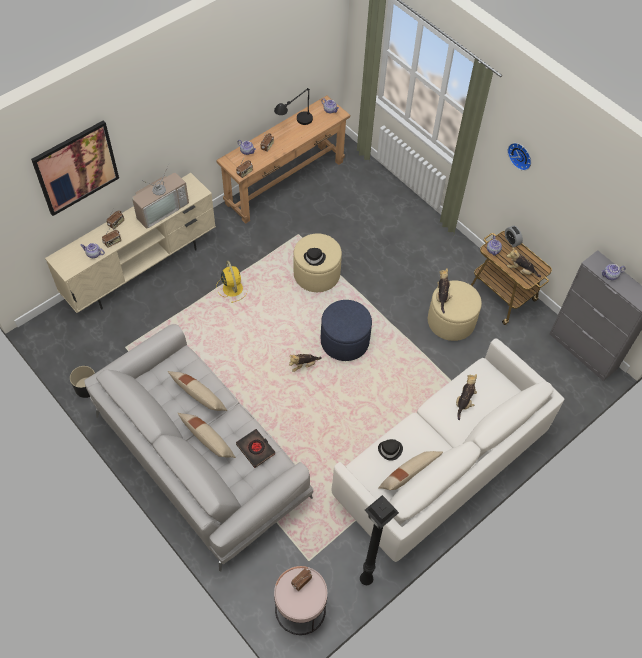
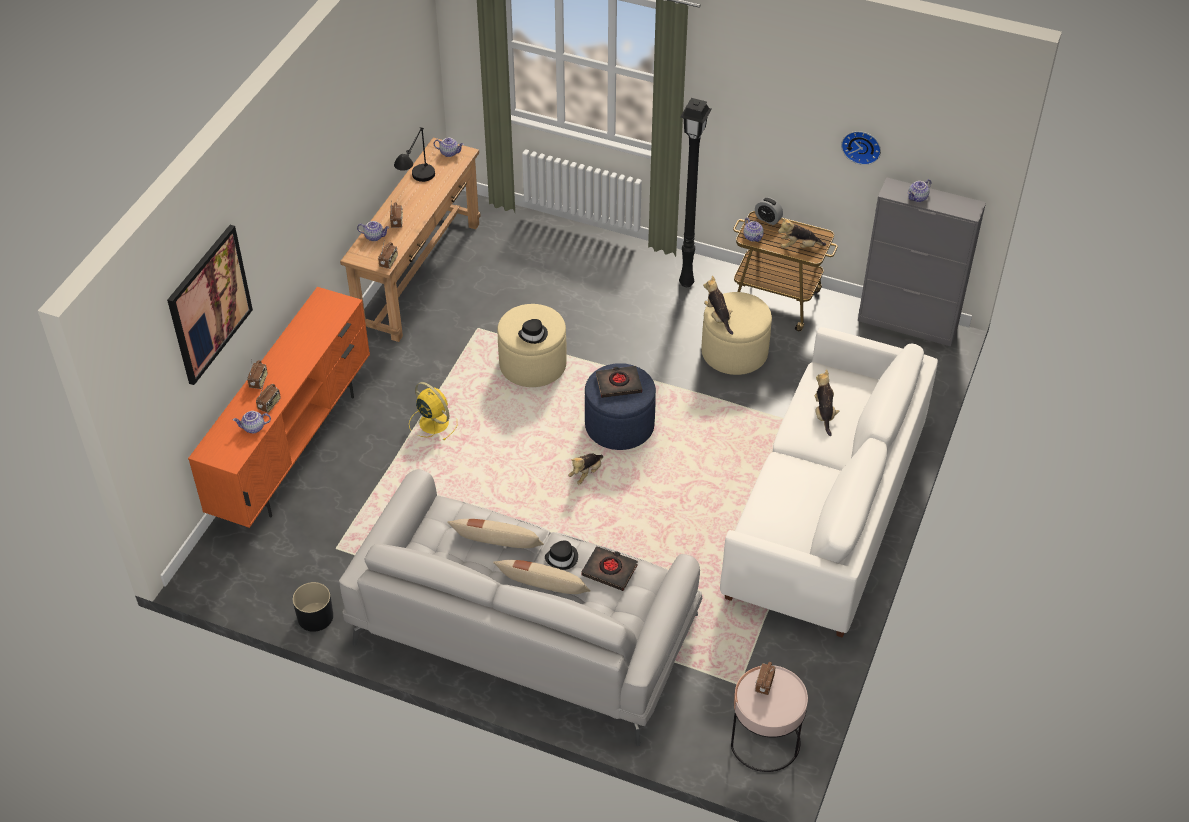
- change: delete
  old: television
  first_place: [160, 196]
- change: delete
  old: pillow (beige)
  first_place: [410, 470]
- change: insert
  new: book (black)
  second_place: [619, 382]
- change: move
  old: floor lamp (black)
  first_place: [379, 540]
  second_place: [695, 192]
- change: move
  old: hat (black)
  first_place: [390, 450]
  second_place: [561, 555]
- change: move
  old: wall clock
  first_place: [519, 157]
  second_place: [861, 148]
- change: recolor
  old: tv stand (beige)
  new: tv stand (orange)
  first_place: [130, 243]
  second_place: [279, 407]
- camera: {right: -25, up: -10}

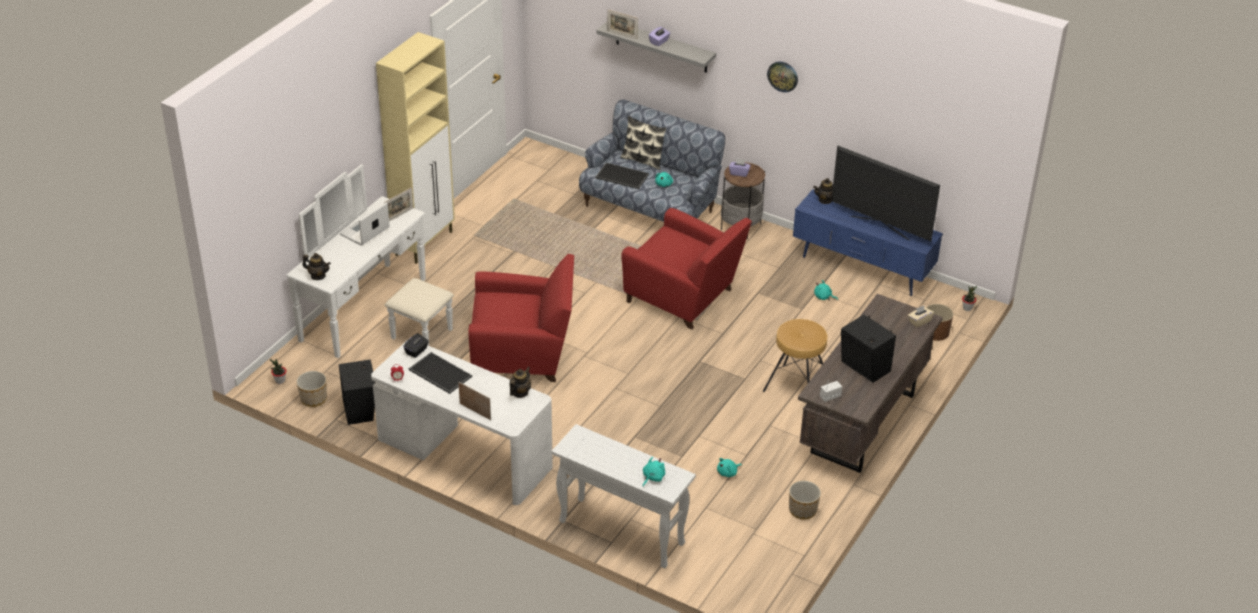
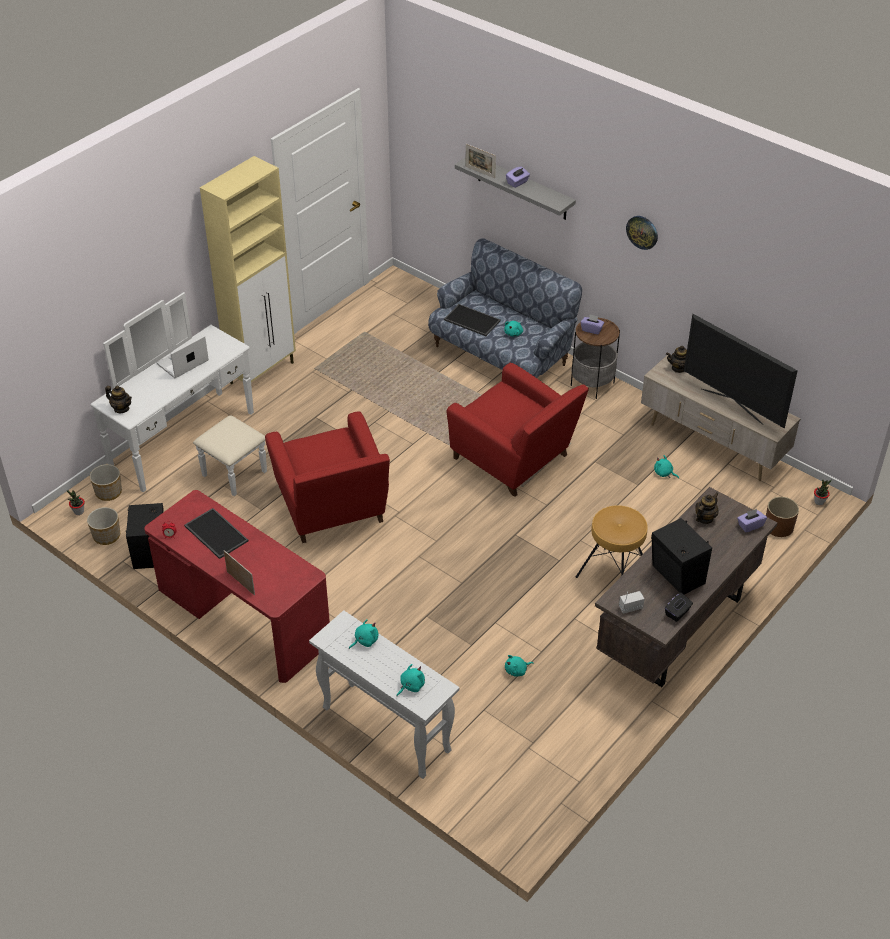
- change: delete
  old: picture frame
  first_place: [398, 204]
- change: delete
  old: pillow
  first_place: [643, 143]
- change: insert
  new: plush toy (turquoise)
  second_place: [363, 634]
- change: move
  old: tissue box (black)
  first_place: [416, 345]
  second_place: [679, 607]
- change: move
  old: teapot
  first_place: [520, 382]
  second_place: [707, 508]
- change: move
  old: planter
  first_place: [805, 500]
  second_place: [106, 482]
- change: recolor
  old: desk (white)
  new: desk (red)
  first_place: [462, 422]
  second_place: [237, 586]
- change: recolor
  old: tv stand (blue)
  new: tv stand (beige)
  first_place: [868, 242]
  second_place: [721, 418]
- change: recolor
  old: tissue box (beige)
  new: tissue box (purple)
  first_place: [921, 316]
  second_place: [752, 520]
- change: rotate
  old: armchair (red)
  first_place: [521, 318]
  second_place: [327, 477]
  degrees: 60
- camera: {right: 10, up: 5}

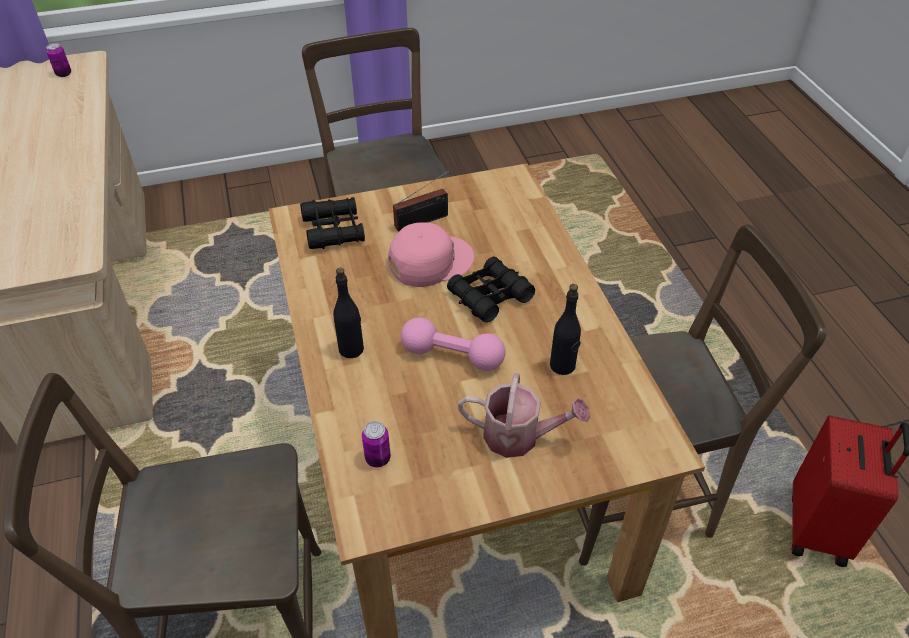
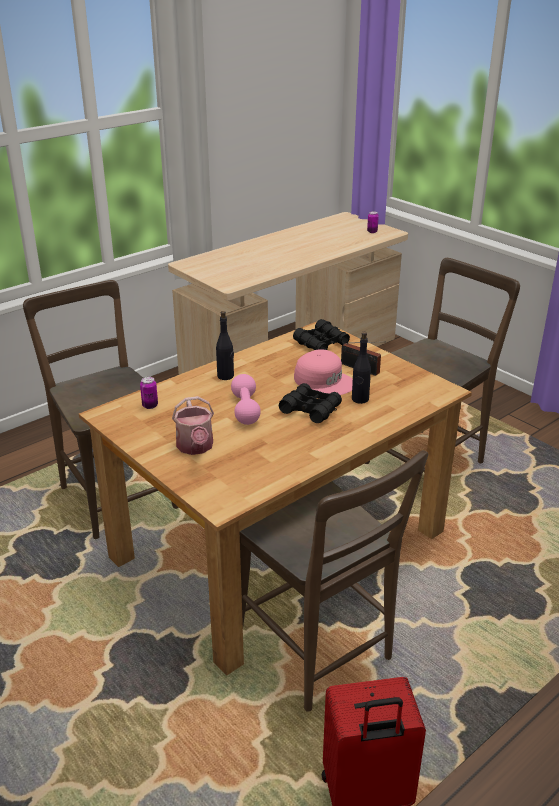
- change: move
  old: bottle (black)
  first_place: [565, 329]
  second_place: [361, 368]
- camera: {right: 65, up: -15}

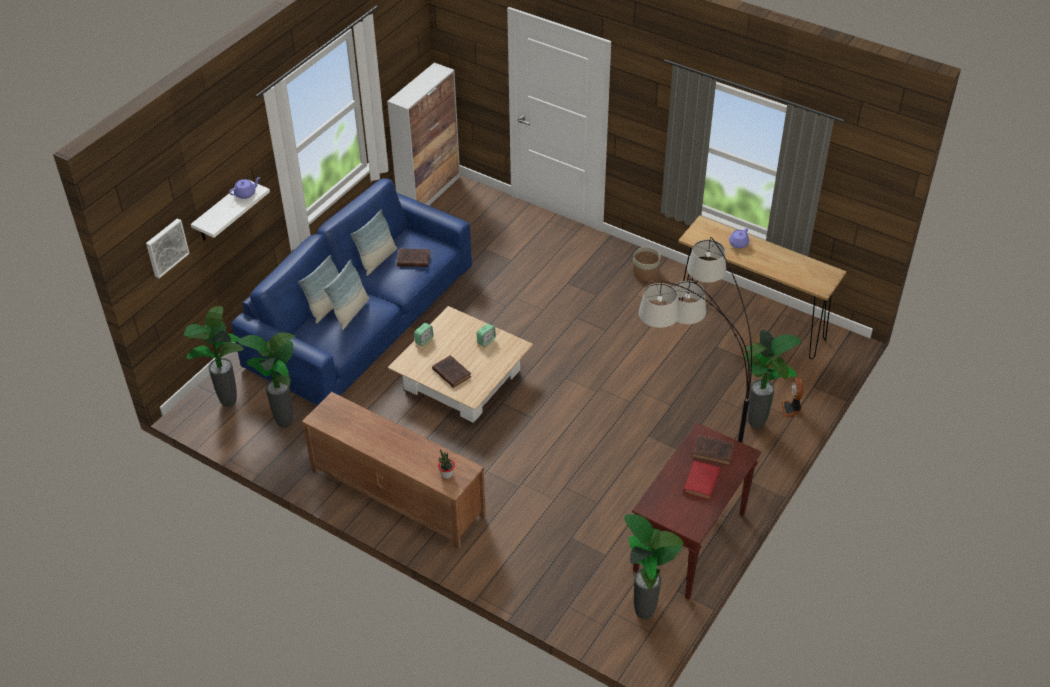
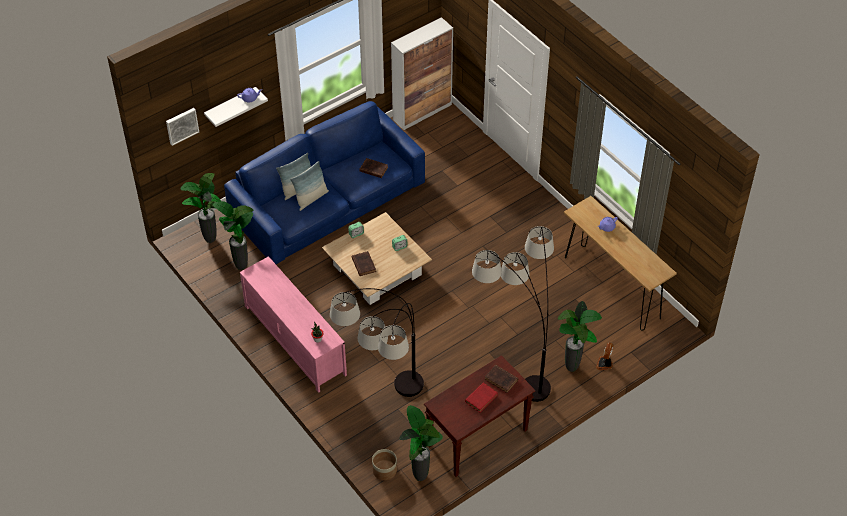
- change: delete
  old: pillow
  first_place: [374, 242]
- change: insert
  new: floor lamp
  second_place: [377, 342]
- change: move
  old: planter
  first_place: [646, 264]
  second_place: [384, 464]
- change: recolor
  old: tv stand (brown)
  new: tv stand (pink)
  first_place: [394, 470]
  second_place: [293, 324]
- camera: {right: 20, up: 5}

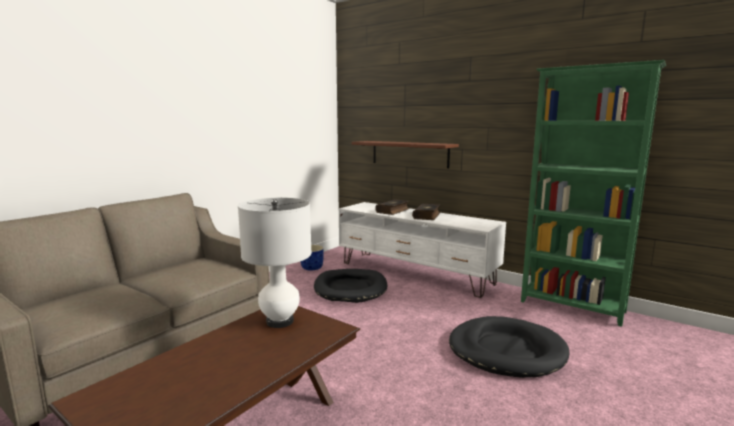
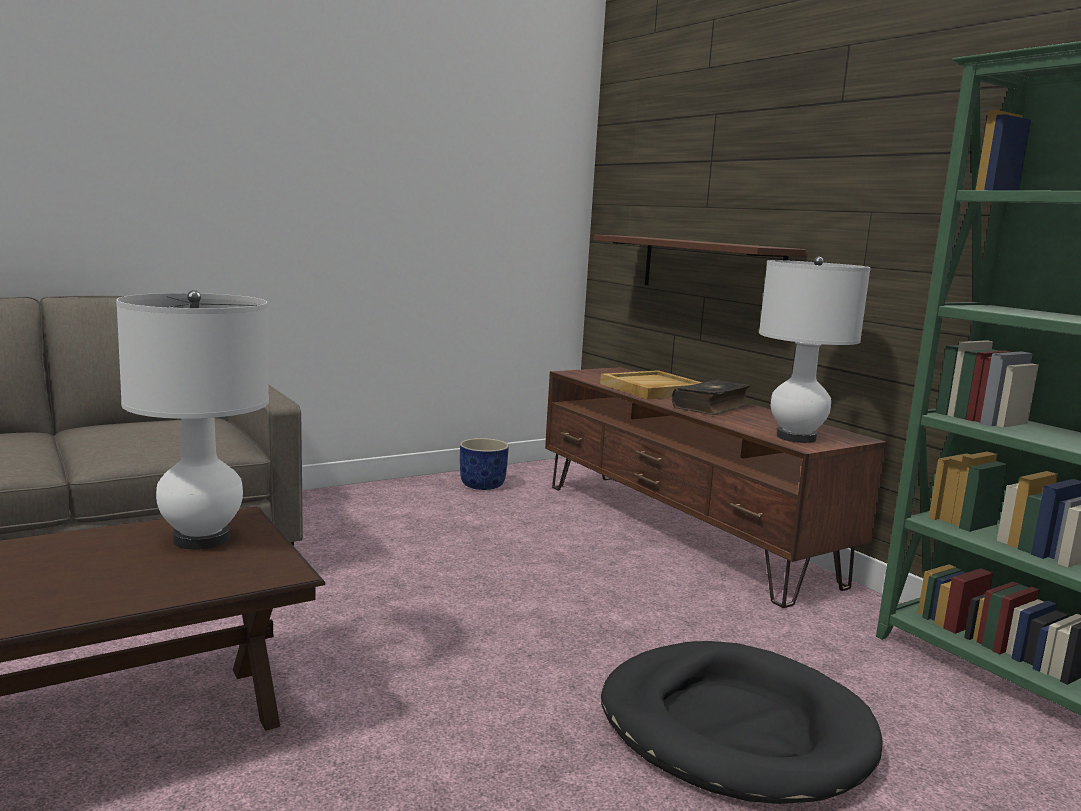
- change: delete
  old: dog bed (black)
  first_place: [350, 286]
- change: insert
  new: table lamp (white)
  second_place: [815, 350]
- change: replace
  old: book
  new: tray (beige)
  first_place: [392, 207]
  second_place: [651, 384]
- change: recolor
  old: tv stand (white)
  new: tv stand (brown)
  first_place: [422, 250]
  second_place: [716, 487]
- camera: {right: 20, up: 0}

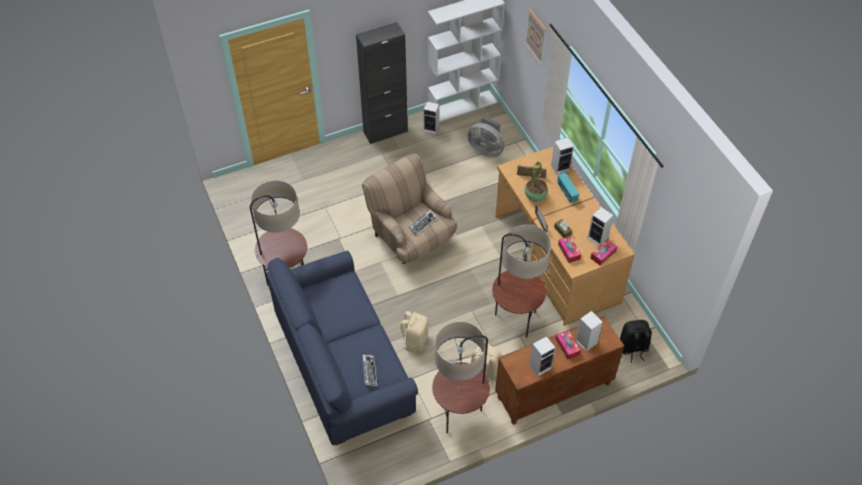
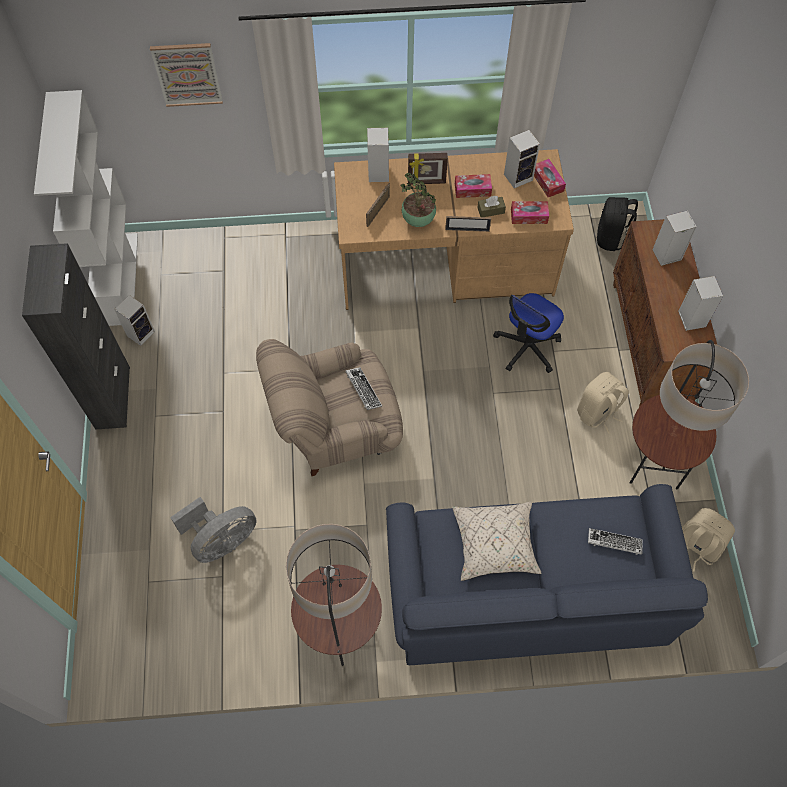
- change: insert
  new: pillow (beige)
  second_place: [496, 541]
- change: move
  old: backpack (beige)
  first_place: [412, 332]
  second_place: [708, 540]
- change: move
  old: fan (grey)
  first_place: [485, 137]
  second_place: [213, 530]
- change: move
  old: tissue box
  first_place: [568, 345]
  second_place: [473, 186]
- change: replace
  old: floor lamp
  new: office chair
  first_place: [521, 281]
  second_place: [528, 333]
- change: replace
  old: radio
  new: picture frame
  first_place: [568, 188]
  second_place: [428, 169]
- camera: {right: -70, up: 10}

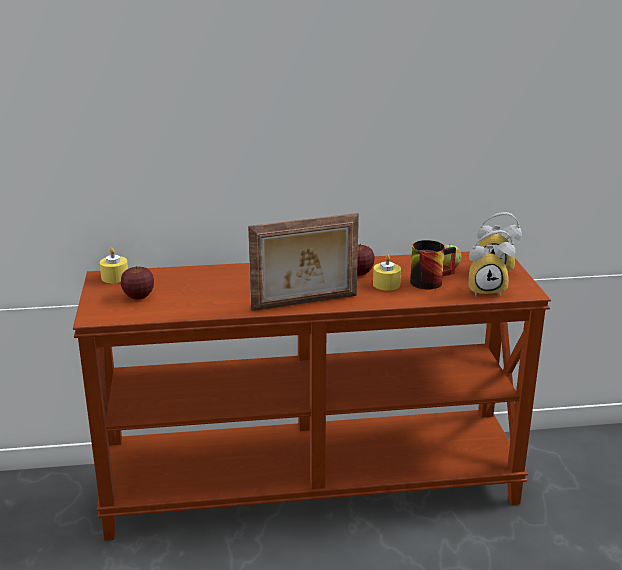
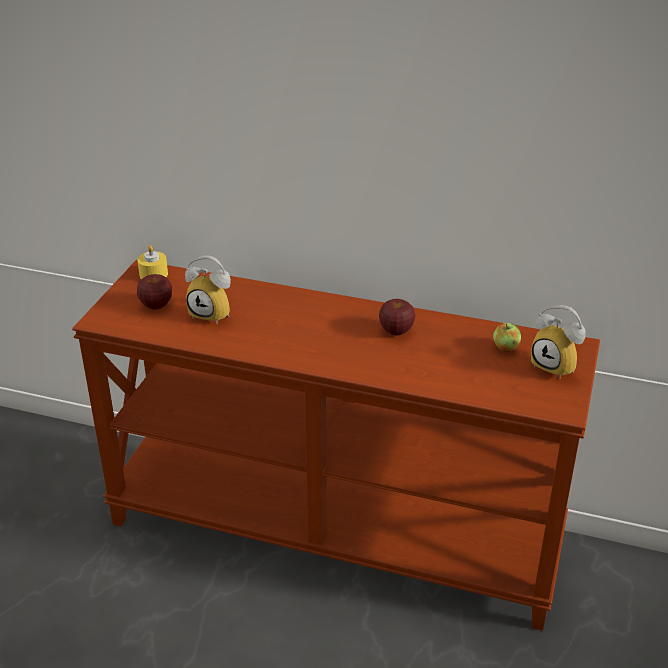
- change: delete
  old: picture frame
  first_place: [303, 262]
- change: delete
  old: candle (yellow)
  first_place: [387, 272]
- change: delete
  old: mug
  first_place: [433, 264]
- change: move
  old: alarm clock
  first_place: [492, 263]
  second_place: [208, 289]
- camera: {right: 25, up: 10}

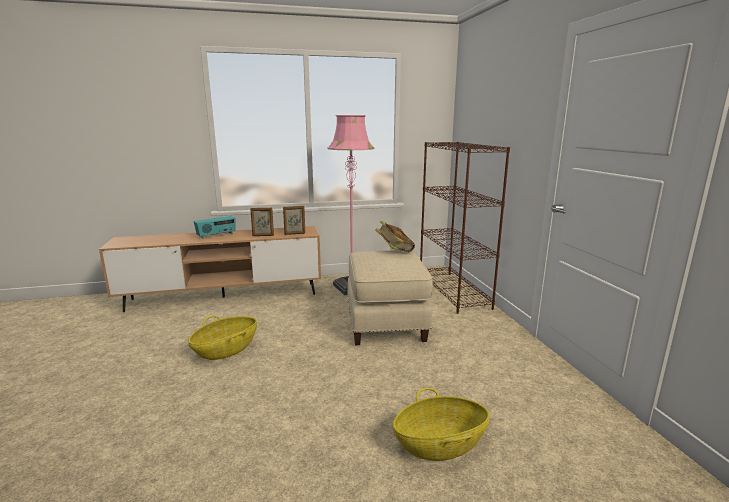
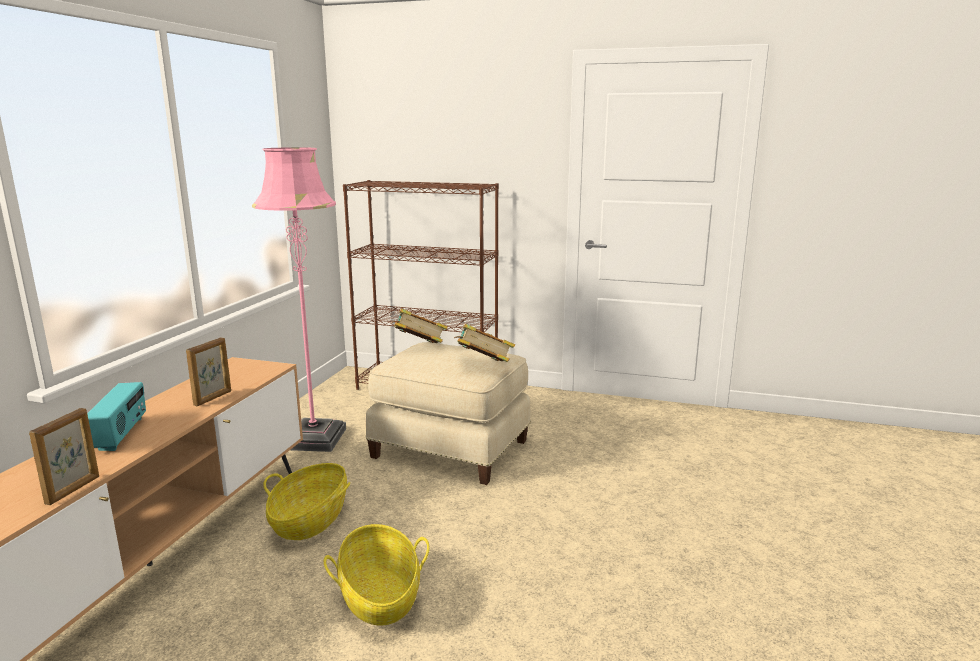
- change: insert
  new: book
  second_place: [484, 343]
- change: move
  old: picture frame
  first_place: [294, 220]
  second_place: [64, 456]
- change: move
  old: basket
  first_place: [441, 424]
  second_place: [306, 501]
- camera: {right: -60, up: 0}

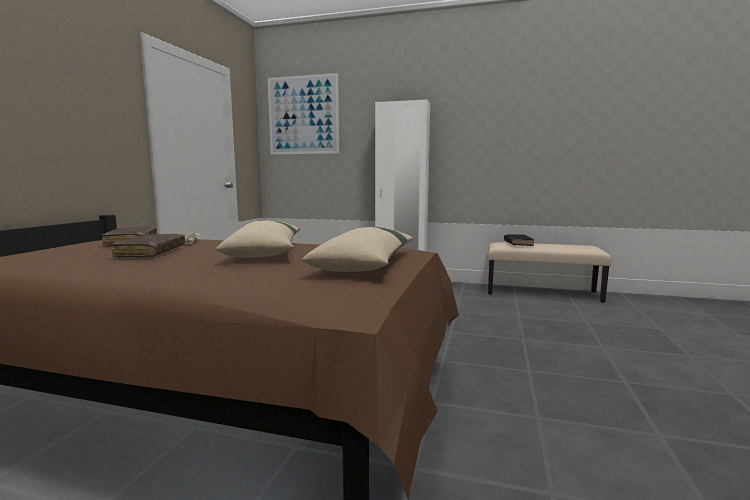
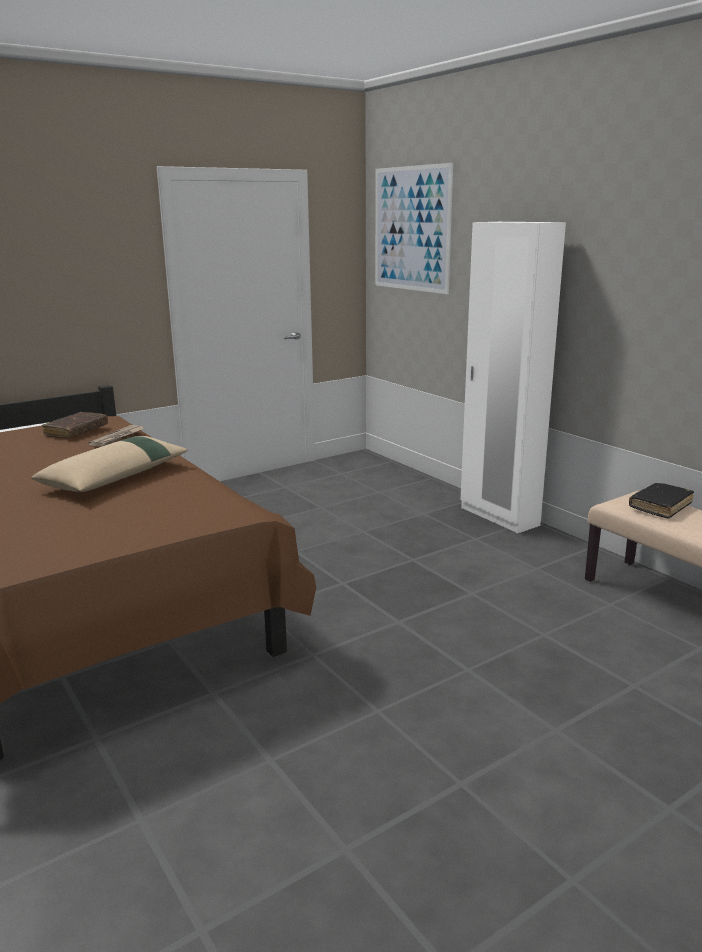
- change: delete
  old: book (brown)
  first_place: [148, 246]
- change: delete
  old: pillow (beige)
  first_place: [357, 249]
- camera: {right: 40, up: 10}

